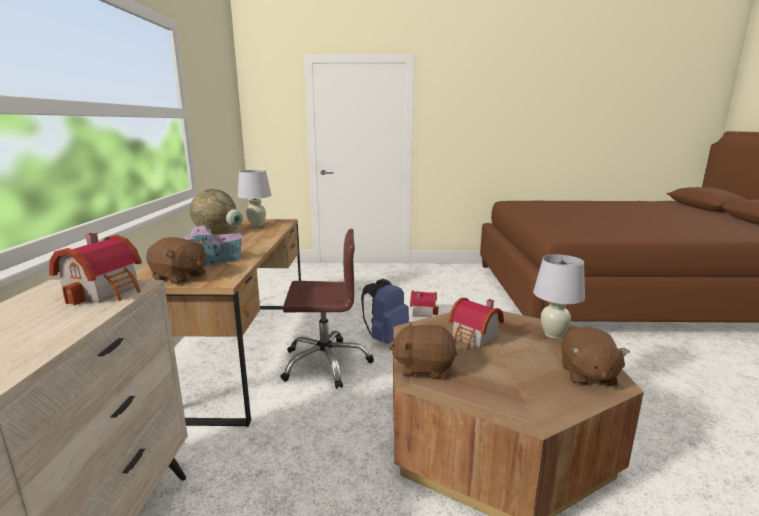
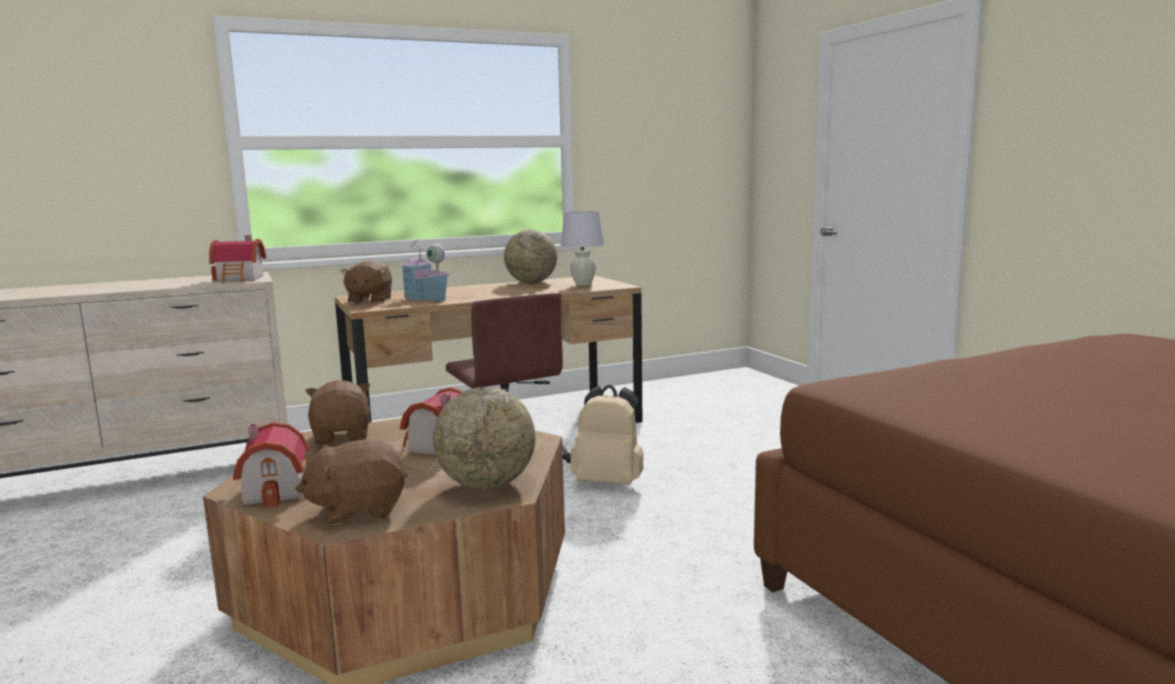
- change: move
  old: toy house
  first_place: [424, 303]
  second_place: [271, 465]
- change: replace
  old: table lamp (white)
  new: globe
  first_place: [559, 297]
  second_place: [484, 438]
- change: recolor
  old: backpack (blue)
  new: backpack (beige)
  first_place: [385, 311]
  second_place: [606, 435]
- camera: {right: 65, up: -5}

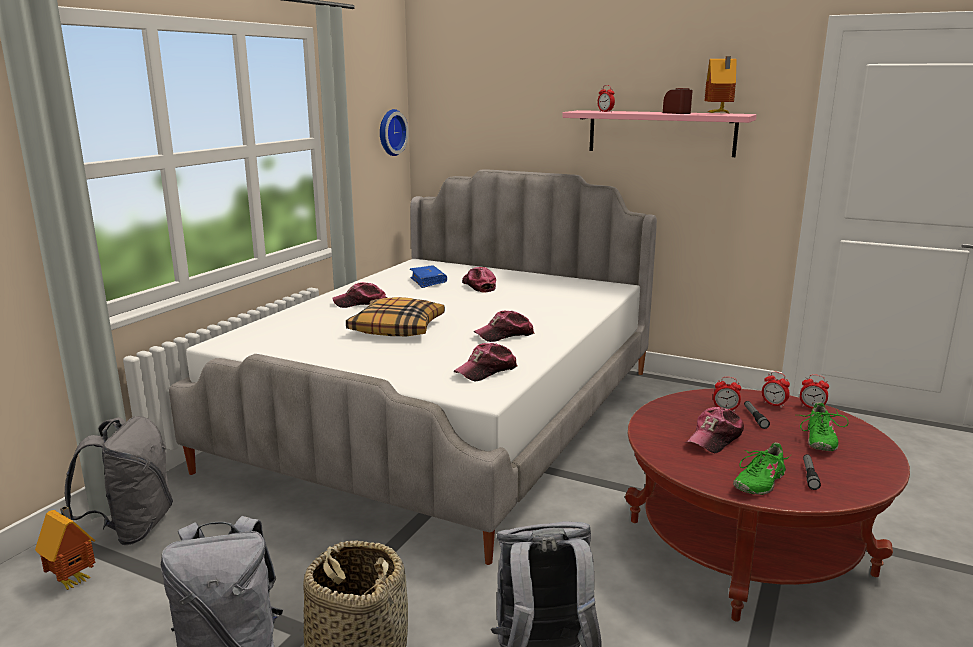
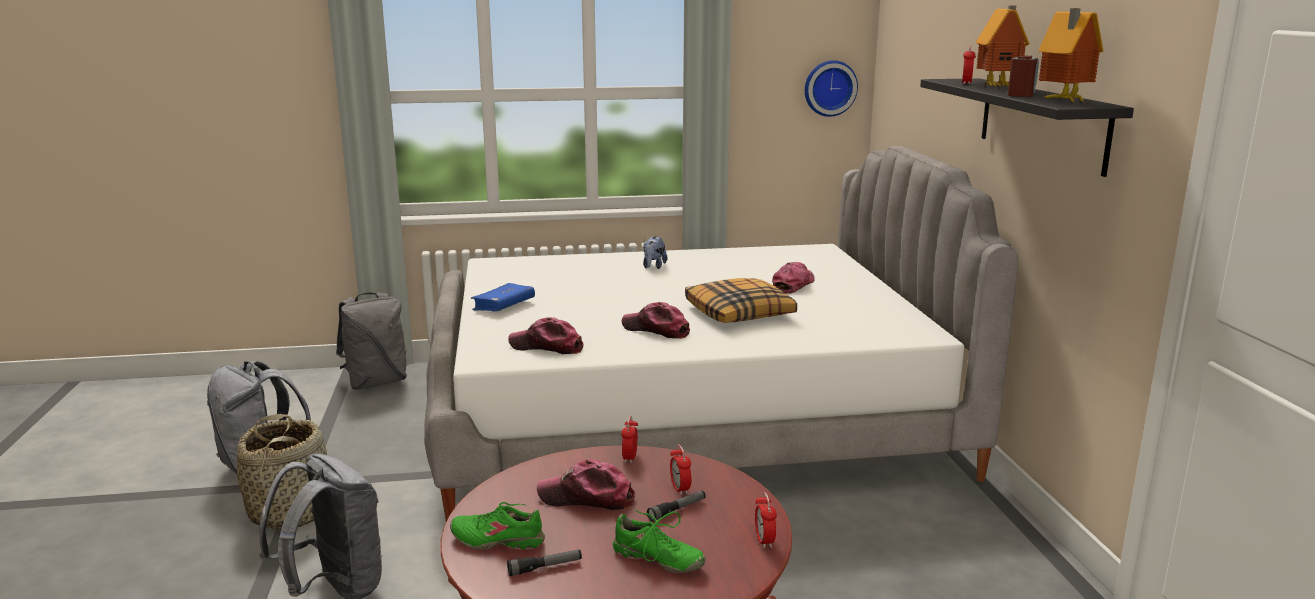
- change: move
  old: toy house
  first_place: [65, 548]
  second_place: [1003, 45]
- change: move
  old: pillow
  first_place: [395, 316]
  second_place: [741, 300]
- change: move
  old: book (blue)
  first_place: [428, 277]
  second_place: [503, 297]
- change: move
  old: alarm clock
  first_place: [776, 390]
  second_place: [629, 439]
- change: replace
  old: cap
  new: plush toy
  first_place: [359, 295]
  second_place: [655, 252]
- change: recolor
  old: shelf (pink)
  new: shelf (black)
  first_place: [659, 133]
  second_place: [1027, 127]
- change: rotate
  old: shoe (green)
  first_place: [824, 426]
  second_place: [659, 542]
  degrees: -135
- camera: {right: 55, up: 0}

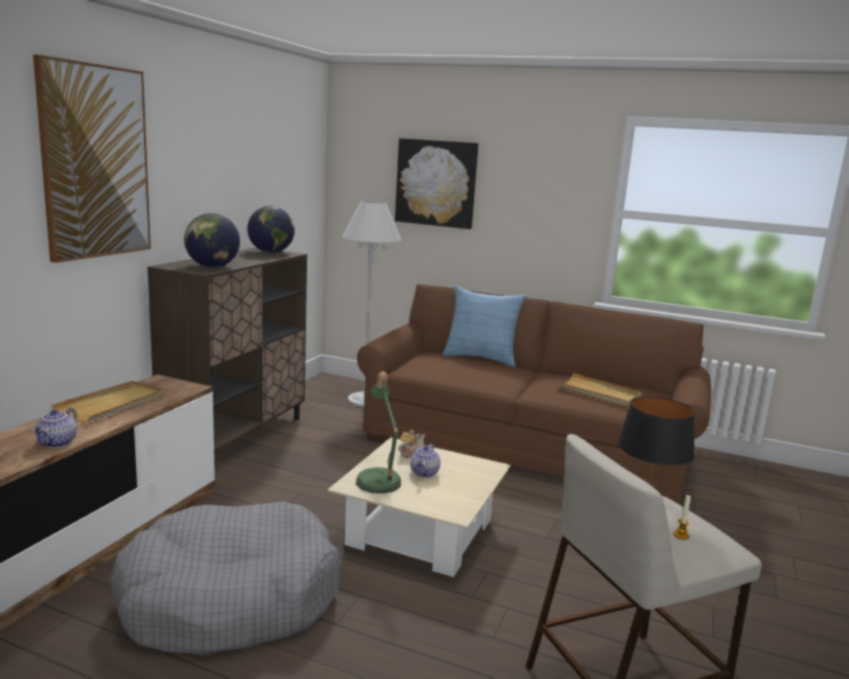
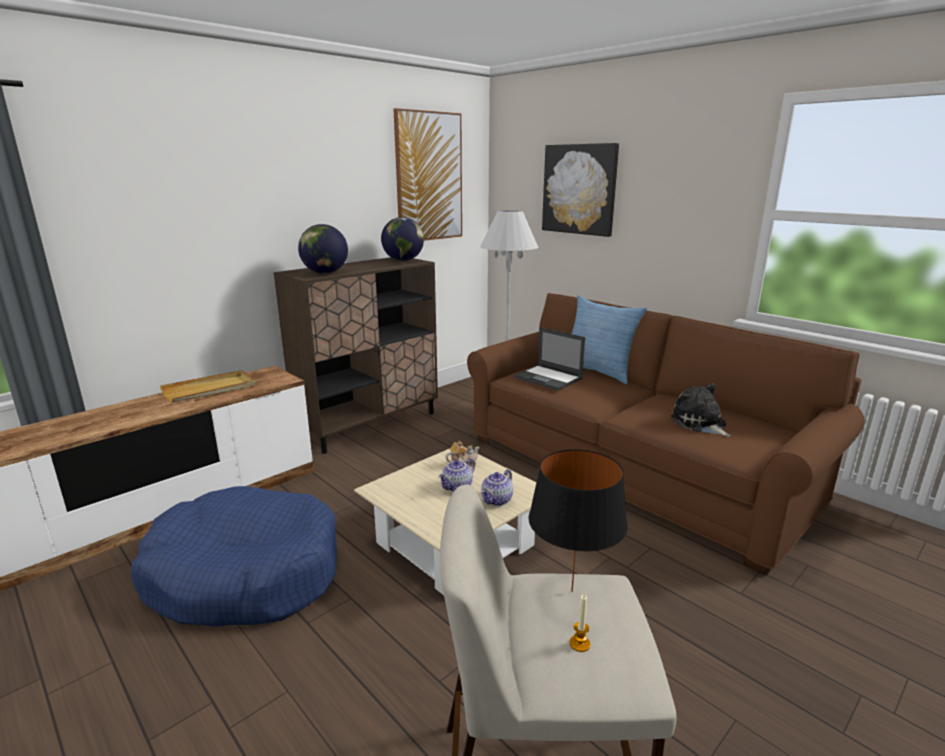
- change: delete
  old: table lamp
  first_place: [378, 432]
- change: insert
  new: laptop
  second_place: [549, 359]
- change: move
  old: teapot
  first_place: [54, 428]
  second_place: [497, 487]
- change: move
  old: picture
  first_place: [92, 159]
  second_place: [428, 174]
- change: replace
  old: tray (beige)
  new: plush toy
  first_place: [599, 389]
  second_place: [701, 410]
- change: recolor
  old: dog bed (grey)
  new: dog bed (blue)
  first_place: [225, 579]
  second_place: [234, 556]
- camera: {right: 25, up: 5}

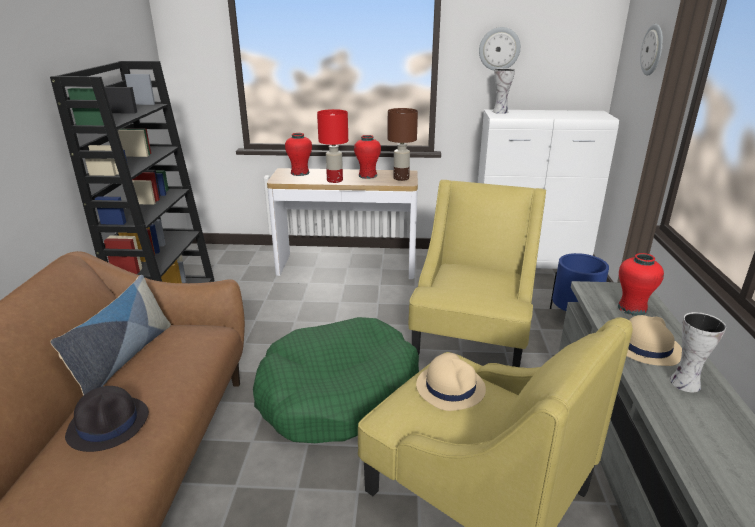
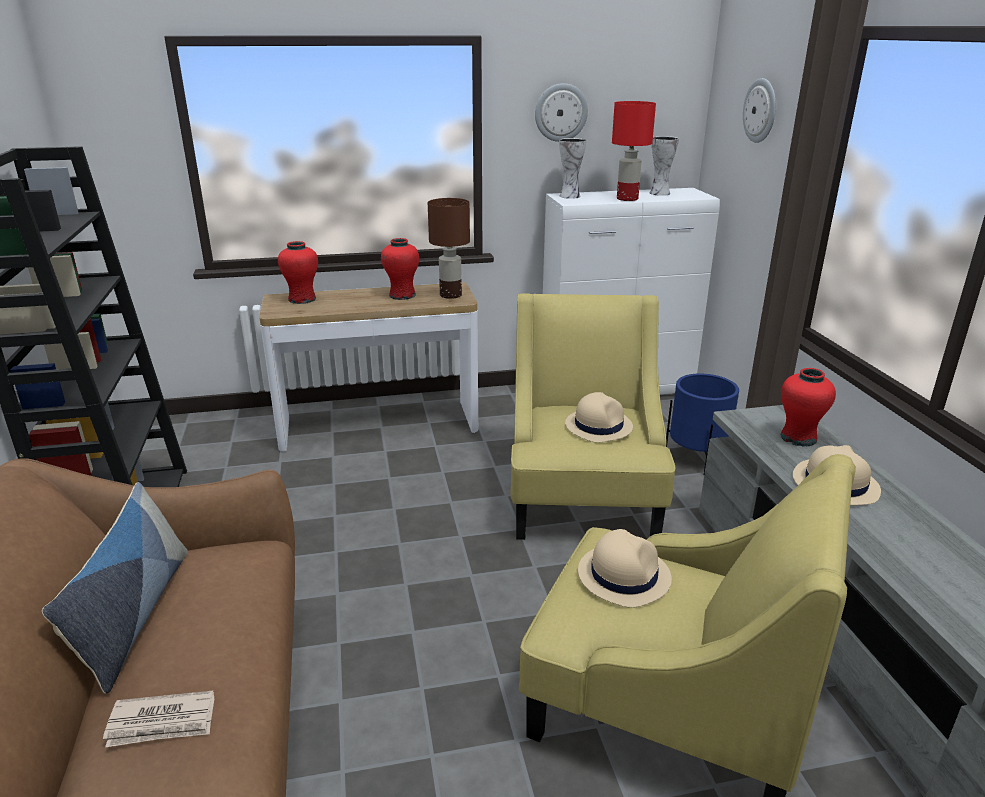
- change: delete
  old: dog bed (green)
  first_place: [336, 380]
- change: insert
  new: hat (beige)
  second_place: [599, 417]
- change: move
  old: table lamp (red)
  first_place: [332, 146]
  second_place: [634, 151]
- change: move
  old: vase
  first_place: [698, 352]
  second_place: [664, 166]
- change: replace
  old: hat (black)
  new: newspaper
  first_place: [107, 419]
  second_place: [158, 718]
- camera: {right: -15, up: 0}

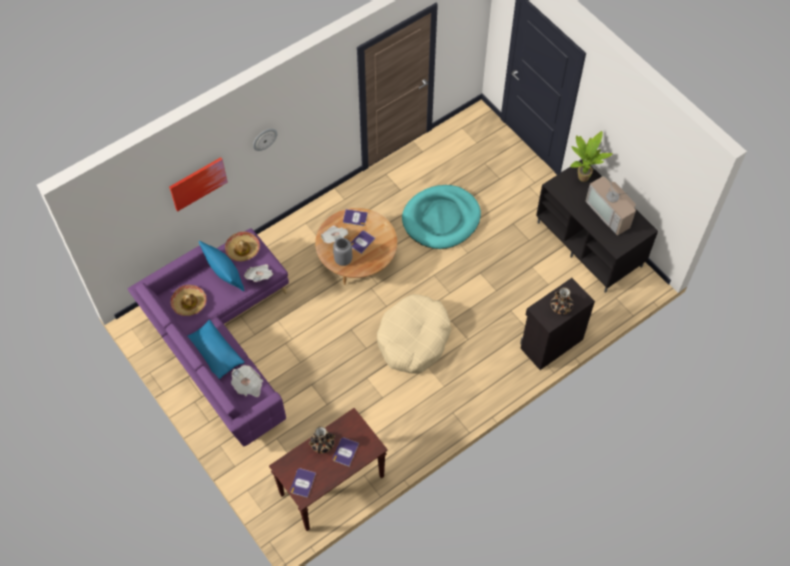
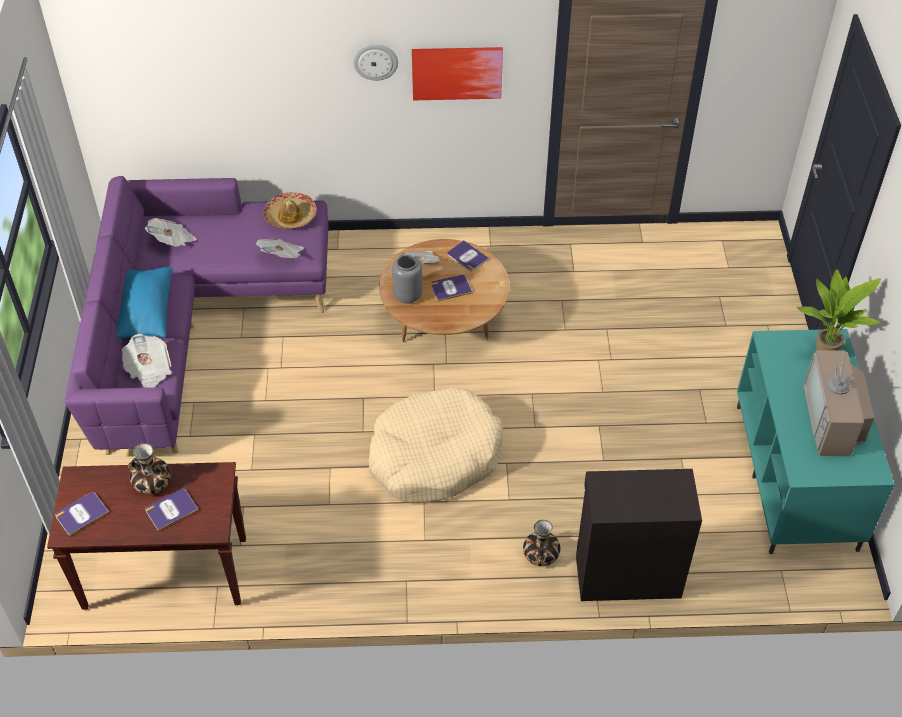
- change: delete
  old: pillow (blue)
  first_place: [221, 266]
- change: delete
  old: dog bed (turquoise)
  first_place: [441, 217]
- change: move
  old: picture
  first_place: [198, 184]
  second_place: [457, 73]
- change: move
  old: vase
  first_place: [562, 301]
  second_place: [542, 543]
- change: replace
  old: hat
  new: newspaper
  first_place: [189, 300]
  second_place: [170, 232]
- change: recolor
  old: tv stand (black)
  new: tv stand (turquoise)
  first_place: [597, 226]
  second_place: [815, 441]
- camera: {right: 35, up: -10}

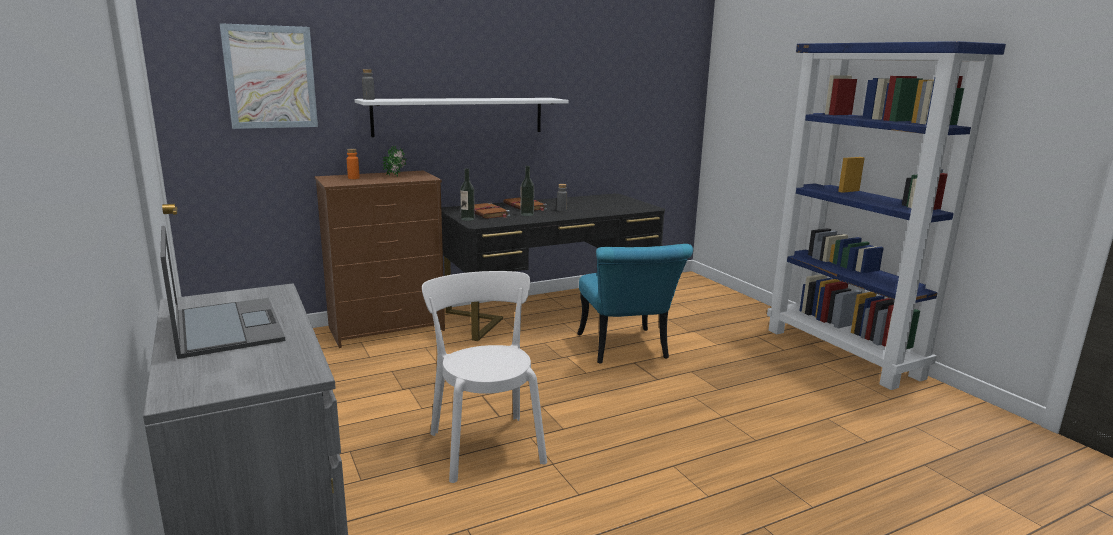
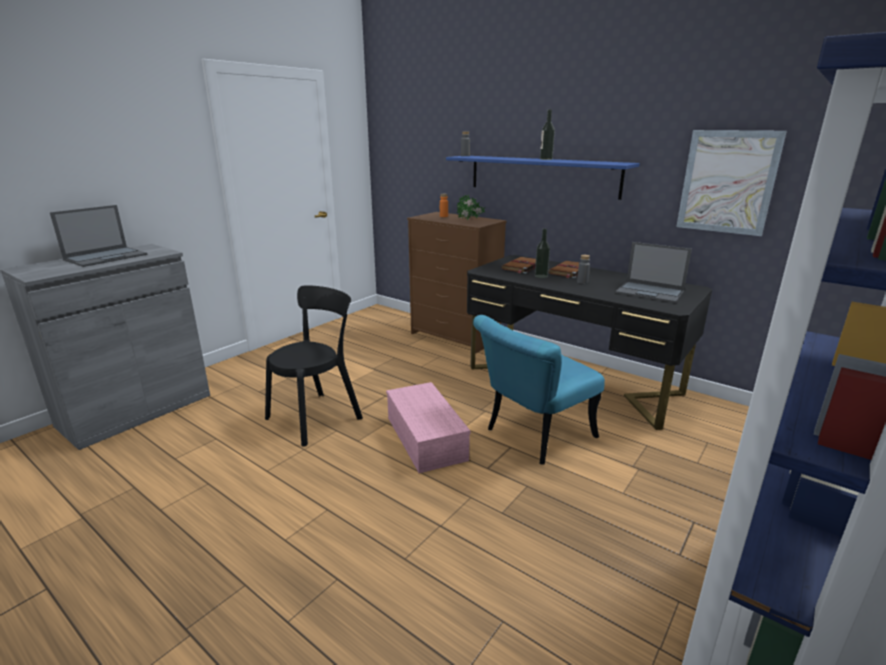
- change: insert
  new: storage box (pink)
  second_place: [428, 427]
- change: insert
  new: laptop
  second_place: [653, 272]
- change: move
  old: picture
  first_place: [269, 76]
  second_place: [731, 183]
- change: move
  old: bottle
  first_place: [467, 194]
  second_place: [547, 134]
- change: recolor
  old: shelf (white)
  new: shelf (blue)
  first_place: [462, 117]
  second_place: [543, 178]
- change: recolor
  old: chair (white)
  new: chair (black)
  first_place: [484, 377]
  second_place: [314, 366]
- camera: {right: 65, up: 5}

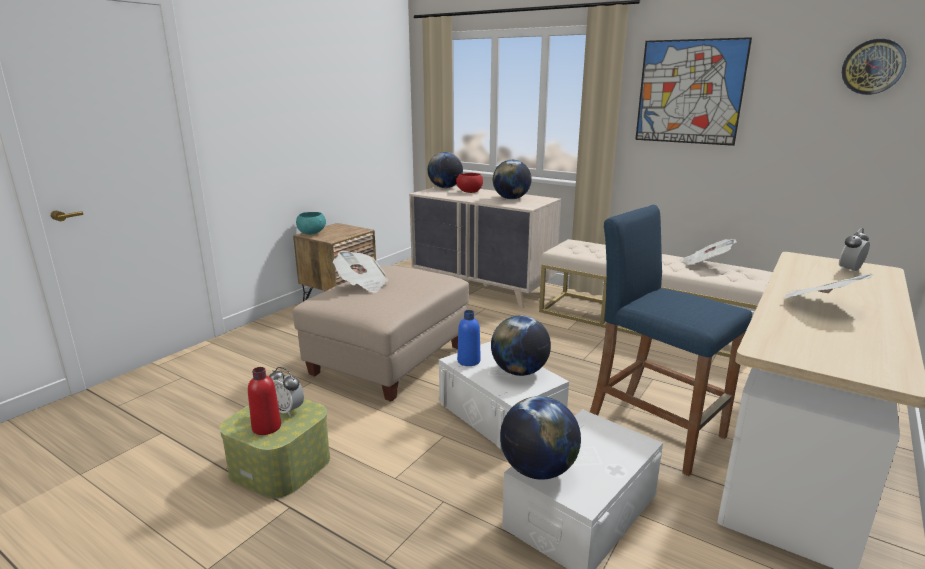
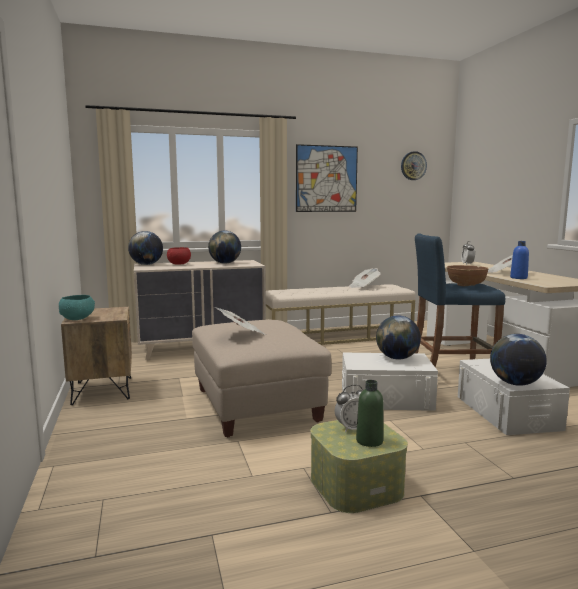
- change: insert
  new: bowl (brown)
  second_place: [467, 275]
- change: move
  old: bottle (blue)
  first_place: [469, 338]
  second_place: [519, 260]
- change: recolor
  old: bottle (red)
  new: bottle (green)
  first_place: [264, 401]
  second_place: [370, 413]
- camera: {right: -50, up: -10}

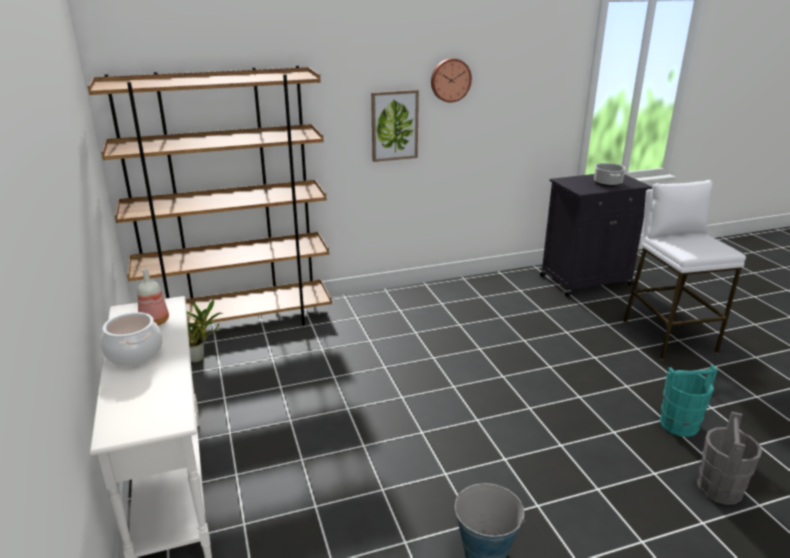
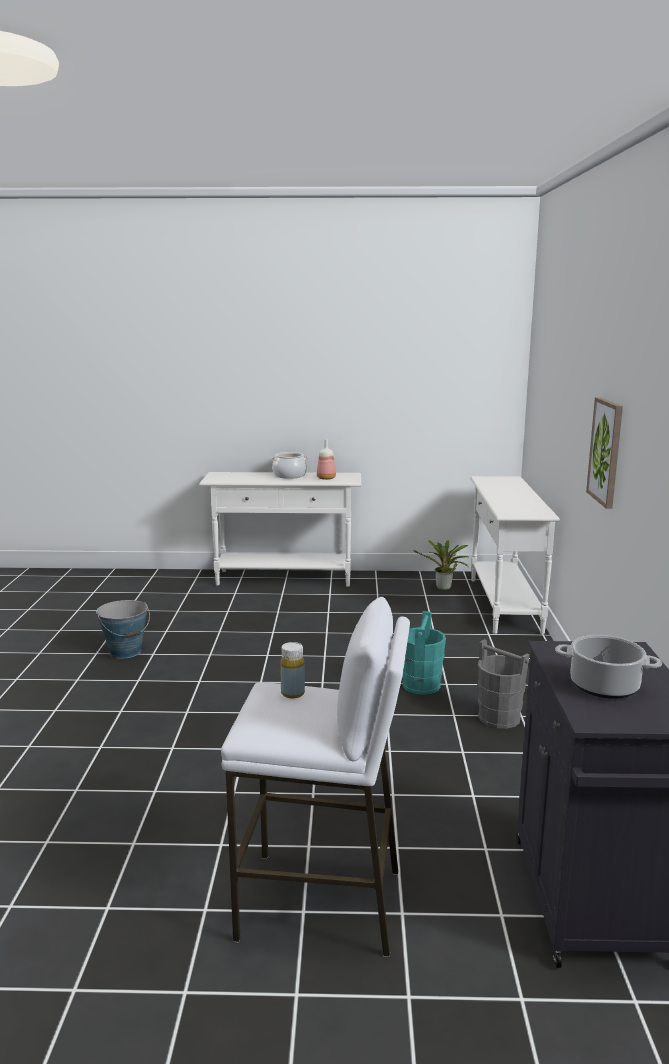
- change: delete
  old: wall clock
  first_place: [451, 80]
- change: insert
  new: bottle (yellow)
  second_place: [292, 670]
- change: move
  old: bucket (turquoise)
  first_place: [689, 401]
  second_place: [424, 653]
- change: move
  old: bucket (grey)
  first_place: [729, 458]
  second_place: [503, 684]
- change: replace
  old: bookcase (brown)
  new: console table (white)
  first_place: [210, 195]
  second_place: [515, 555]
- camera: {right: 110, up: -10}

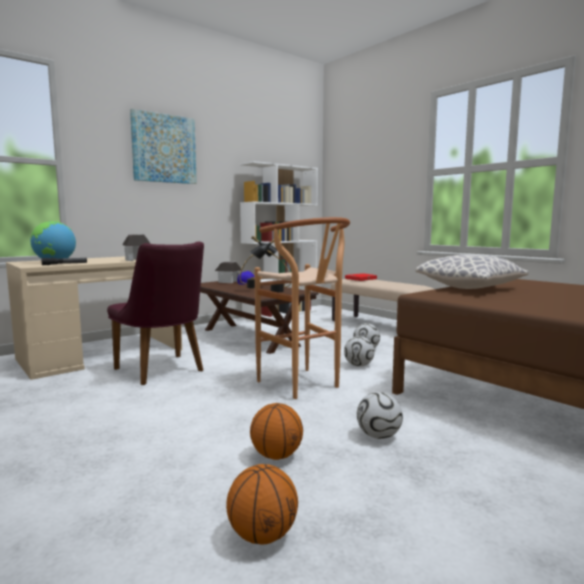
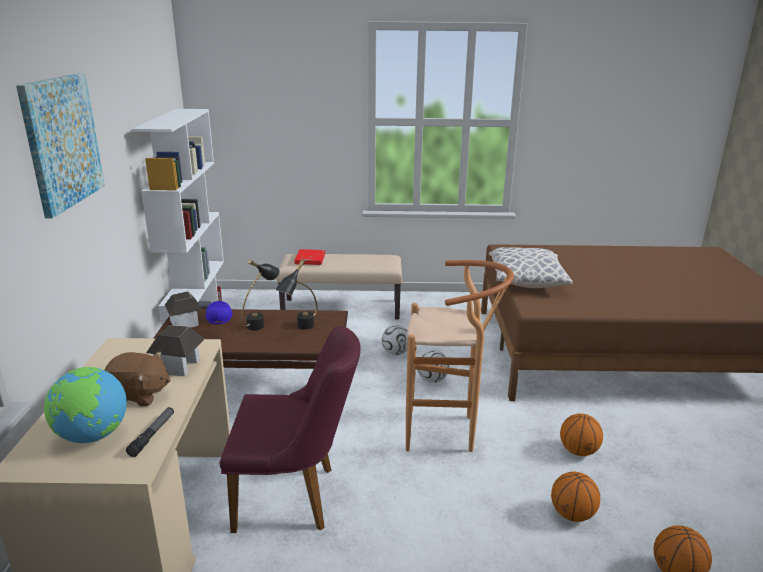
- change: insert
  new: plush toy (brown)
  second_place: [137, 378]
- change: replace
  old: football
  new: basketball
  first_place: [380, 415]
  second_place: [581, 434]
- camera: {right: -50, up: 15}

